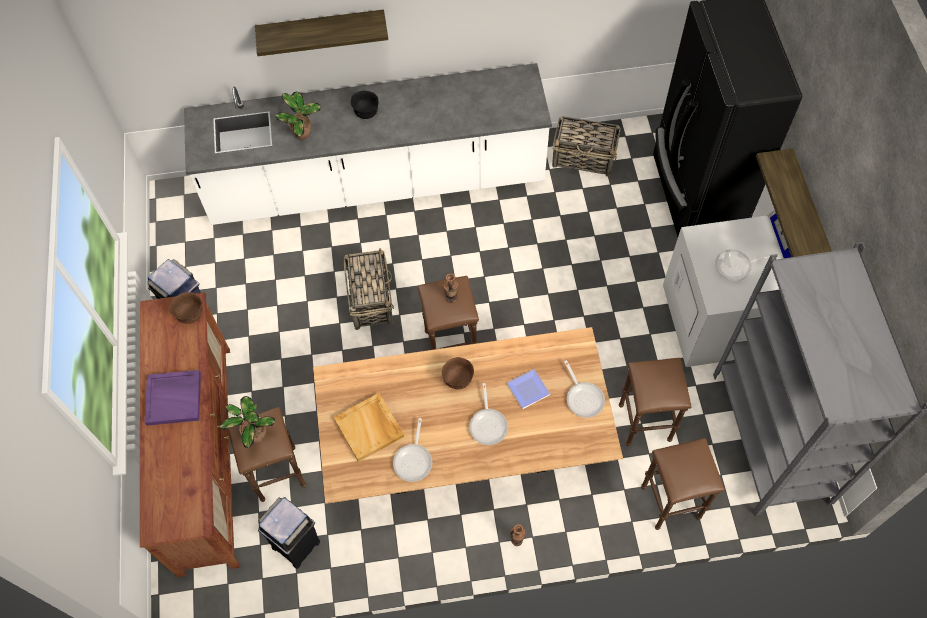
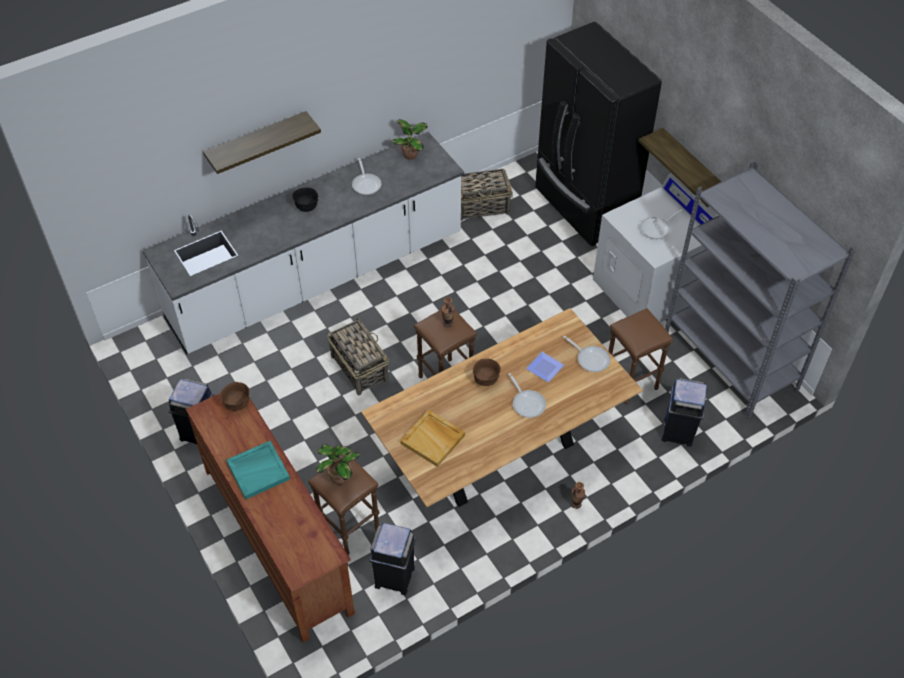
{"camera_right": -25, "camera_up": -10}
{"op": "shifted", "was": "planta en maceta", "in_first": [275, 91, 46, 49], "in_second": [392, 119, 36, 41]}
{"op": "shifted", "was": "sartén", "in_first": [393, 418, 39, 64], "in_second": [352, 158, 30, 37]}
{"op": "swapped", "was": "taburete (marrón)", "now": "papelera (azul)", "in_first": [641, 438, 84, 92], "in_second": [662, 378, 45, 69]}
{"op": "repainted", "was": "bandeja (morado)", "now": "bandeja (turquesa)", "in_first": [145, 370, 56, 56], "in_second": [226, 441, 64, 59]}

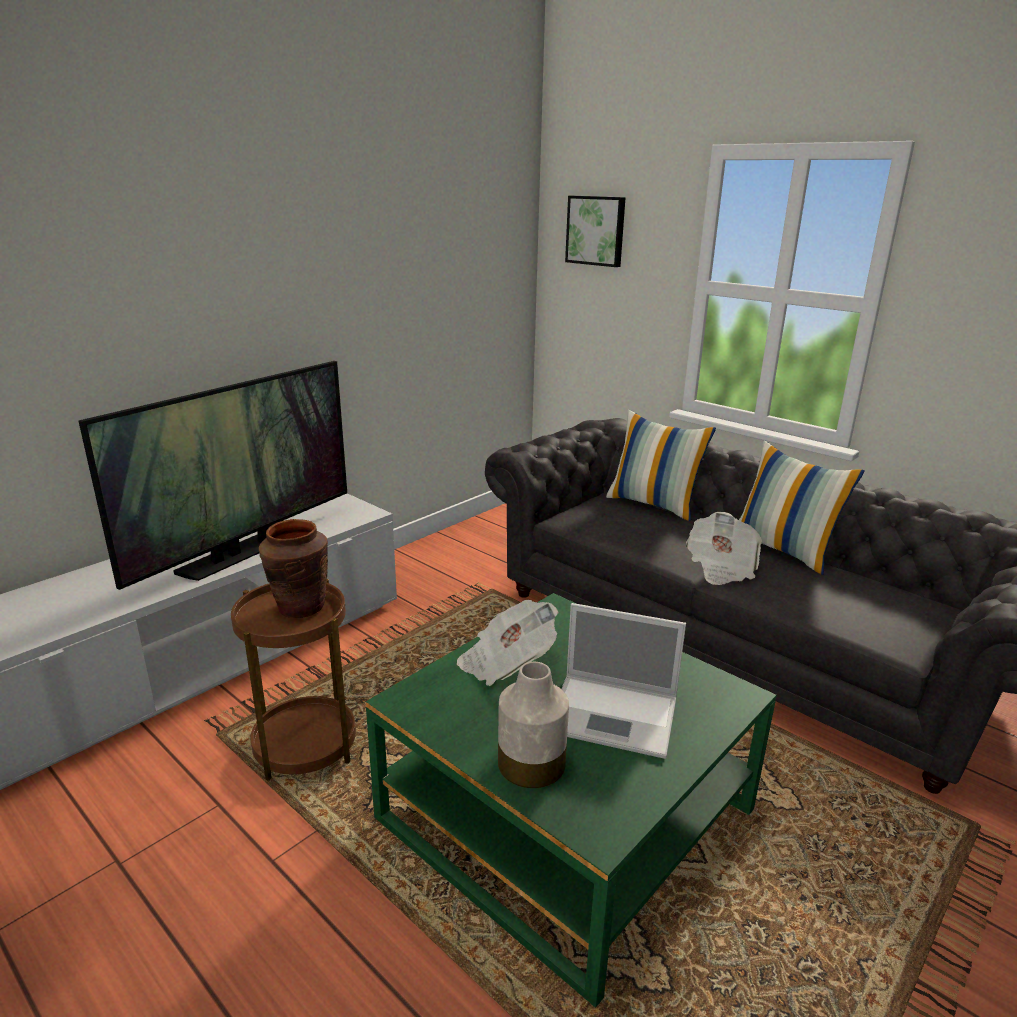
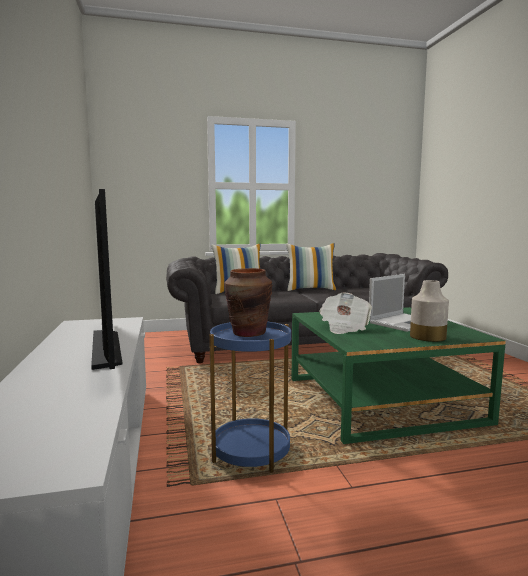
{"camera_right": -55, "camera_up": -15}
{"op": "gone", "was": "cuadro", "in_first": [565, 196, 61, 71]}
{"op": "gone", "was": "periódico", "in_first": [686, 512, 76, 73]}
{"op": "repainted", "was": "mesa auxiliar (marrón)", "now": "mesa auxiliar (azul)", "in_first": [231, 579, 125, 202], "in_second": [209, 322, 82, 151]}

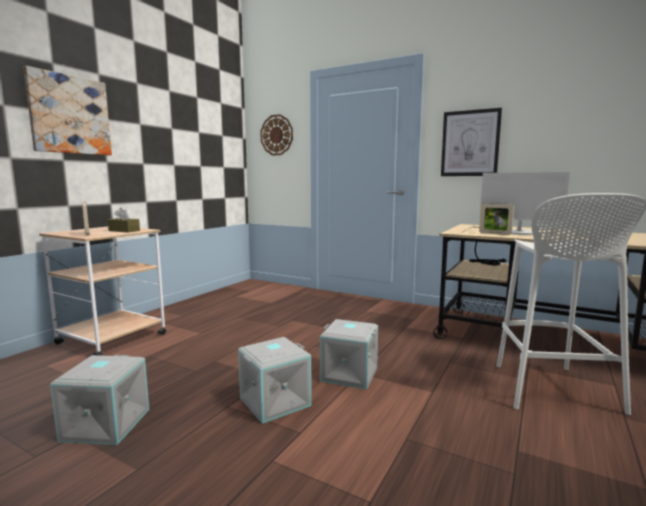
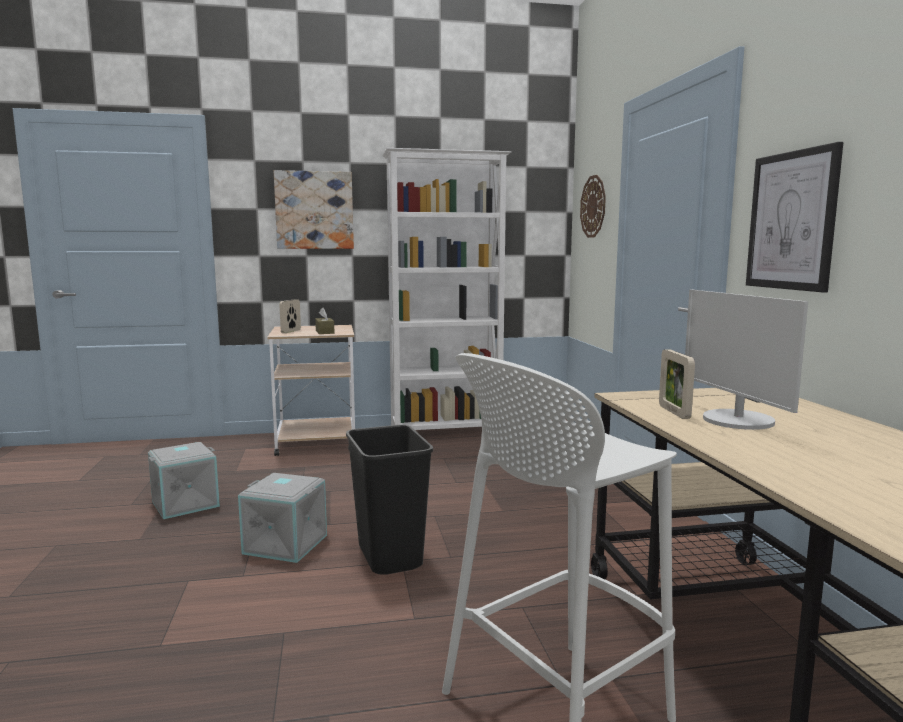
{"camera_right": 50, "camera_up": 0}
{"op": "new", "now": "estantería (blanco)", "in_second": [382, 148, 129, 282]}
{"op": "swapped", "was": "caja de almacenaje (gris)", "now": "papelera (negro)", "in_first": [320, 319, 58, 71], "in_second": [346, 425, 87, 150]}

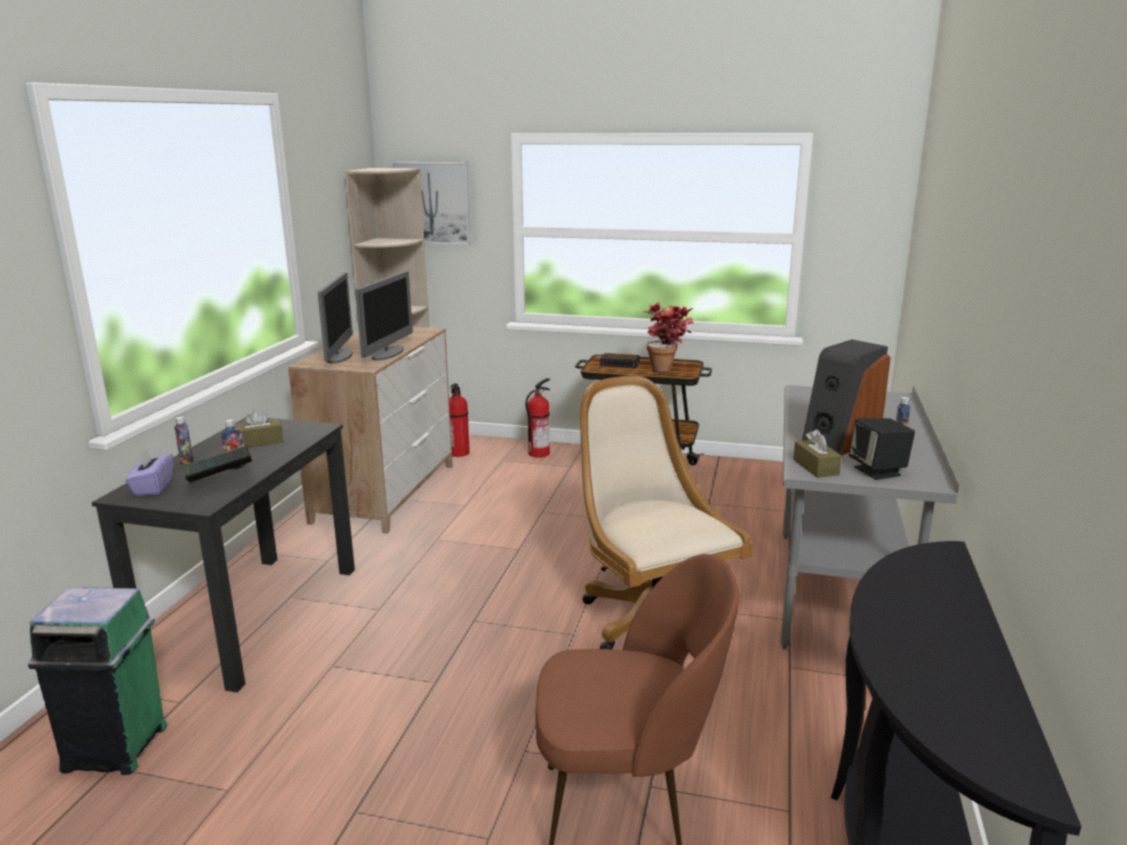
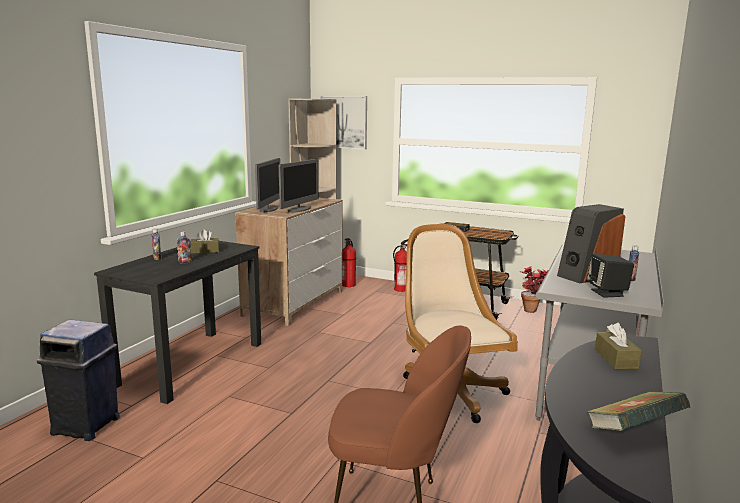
{"camera_right": 10, "camera_up": -5}
{"op": "gone", "was": "caja de pañuelos (morado)", "in_first": [125, 448, 49, 48]}
{"op": "shifted", "was": "libro", "in_first": [181, 446, 71, 37], "in_second": [586, 392, 104, 39]}
{"op": "shifted", "was": "planta en maceta", "in_first": [642, 301, 51, 72], "in_second": [520, 266, 28, 47]}
{"op": "shifted", "was": "caja de pañuelos (marrón)", "in_first": [793, 429, 49, 49], "in_second": [595, 323, 47, 46]}
{"op": "repainted", "was": "papelera (verde)", "now": "papelera (azul)", "in_first": [28, 587, 139, 188], "in_second": [37, 319, 83, 122]}

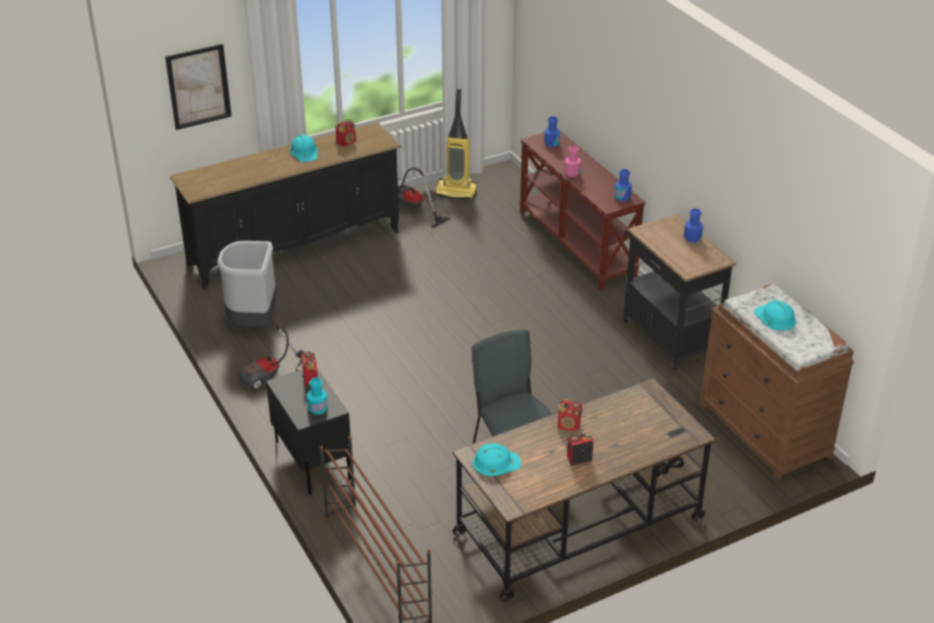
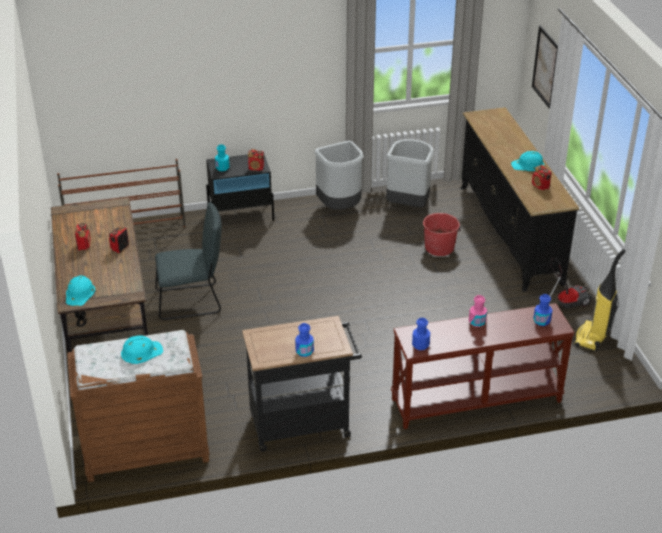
{"camera_right": 105, "camera_up": 0}
{"op": "new", "now": "cubo (rojo)", "in_second": [423, 213, 38, 43]}
{"op": "shifted", "was": "casco (turquesa)", "in_first": [473, 443, 48, 33], "in_second": [66, 276, 30, 30]}
{"op": "swapped", "was": "aspiradora", "now": "papelera (gris)", "in_first": [238, 324, 67, 67], "in_second": [314, 141, 50, 69]}

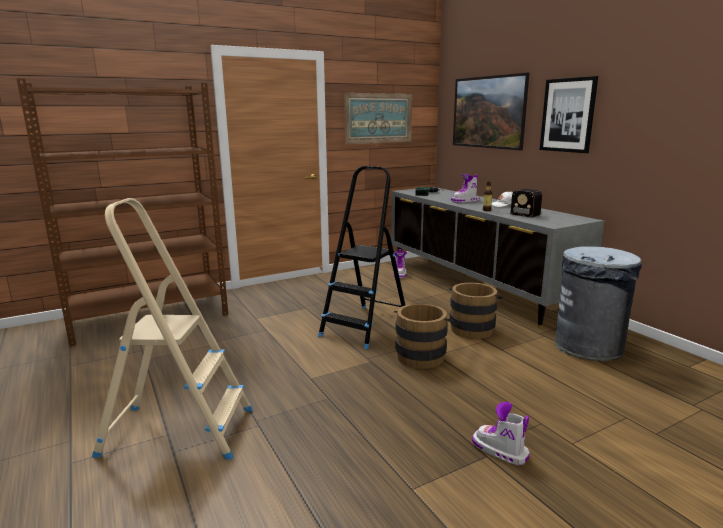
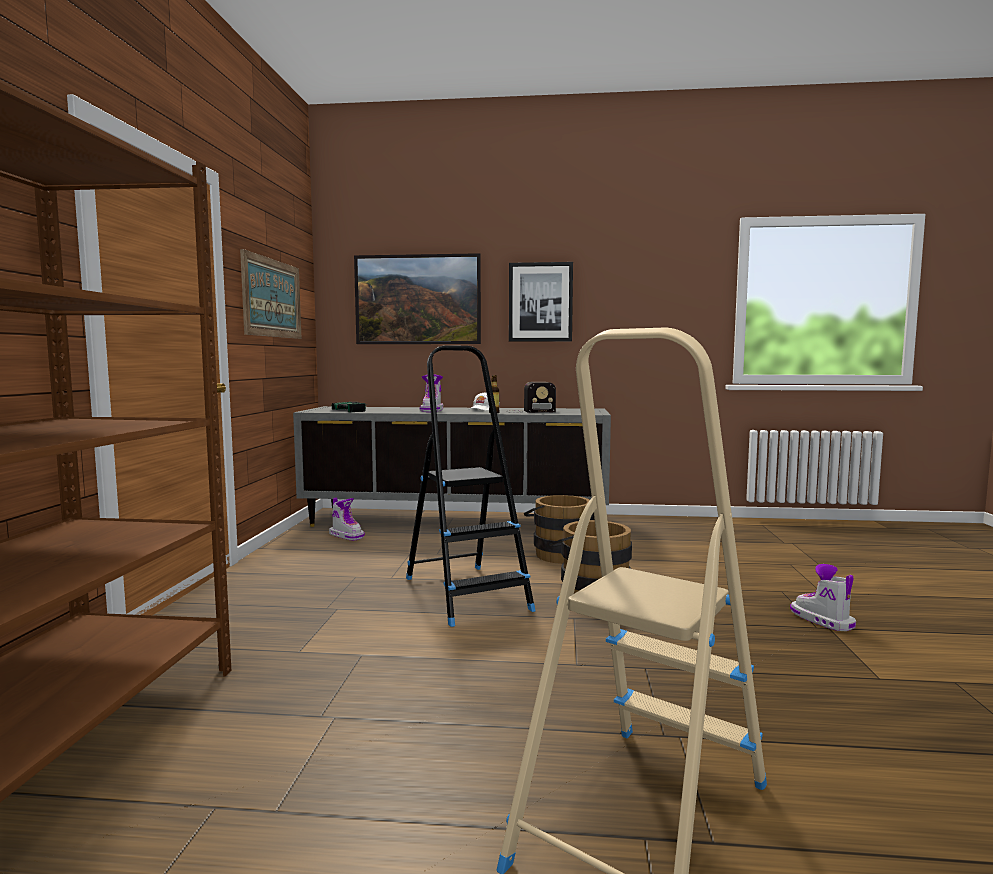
{"camera_right": -55, "camera_up": -10}
{"op": "gone", "was": "papelera (gris)", "in_first": [555, 246, 87, 115]}
{"op": "rotated", "was": "bota", "in_first": [472, 402, 58, 63], "in_second": [790, 564, 66, 67], "clockwise": 75}

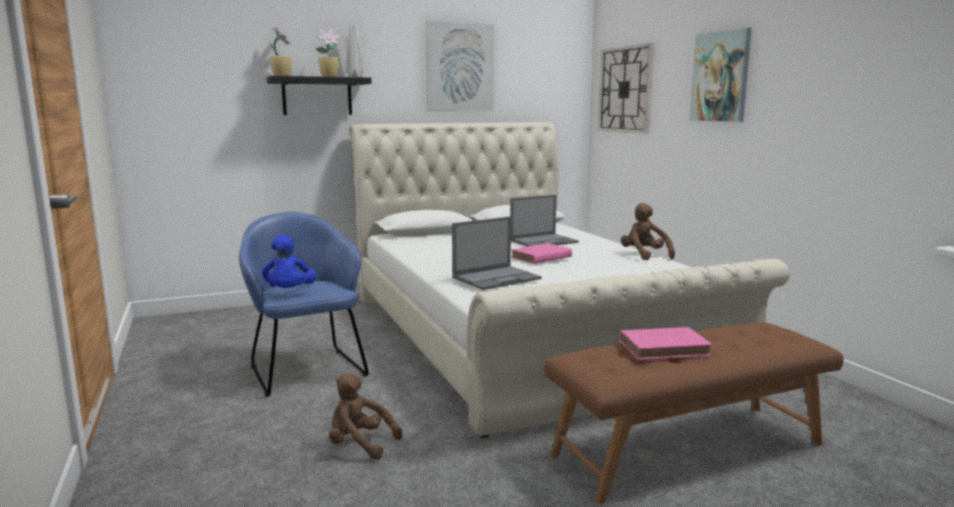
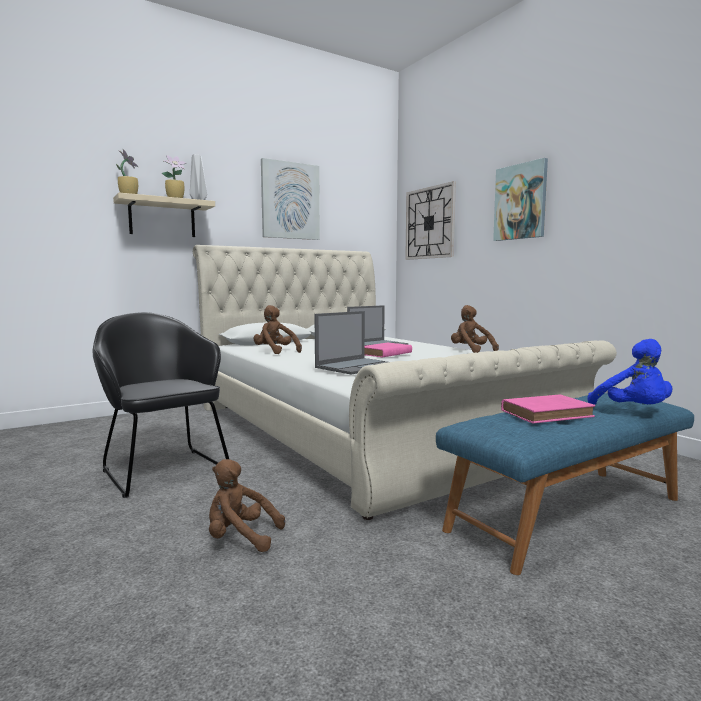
{"camera_right": -10, "camera_up": -5}
{"op": "new", "now": "peluche (marrón)", "in_second": [253, 305, 49, 49]}
{"op": "shifted", "was": "peluche (azul)", "in_first": [262, 235, 54, 53], "in_second": [588, 339, 84, 66]}
{"op": "repainted", "was": "sillón (azul)", "now": "sillón (negro)", "in_first": [239, 212, 130, 185], "in_second": [93, 312, 136, 186]}
{"op": "repainted", "was": "estante (negro)", "now": "estante (beis)", "in_first": [267, 76, 105, 39], "in_second": [113, 192, 102, 45]}
{"op": "repainted", "was": "banco (marrón)", "now": "banco (azul)", "in_first": [544, 322, 300, 182], "in_second": [436, 393, 258, 182]}

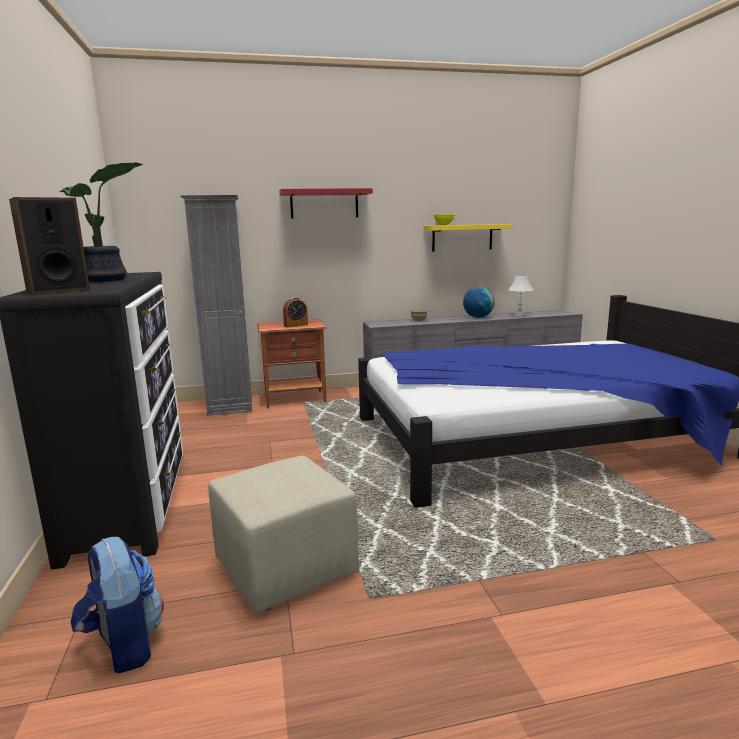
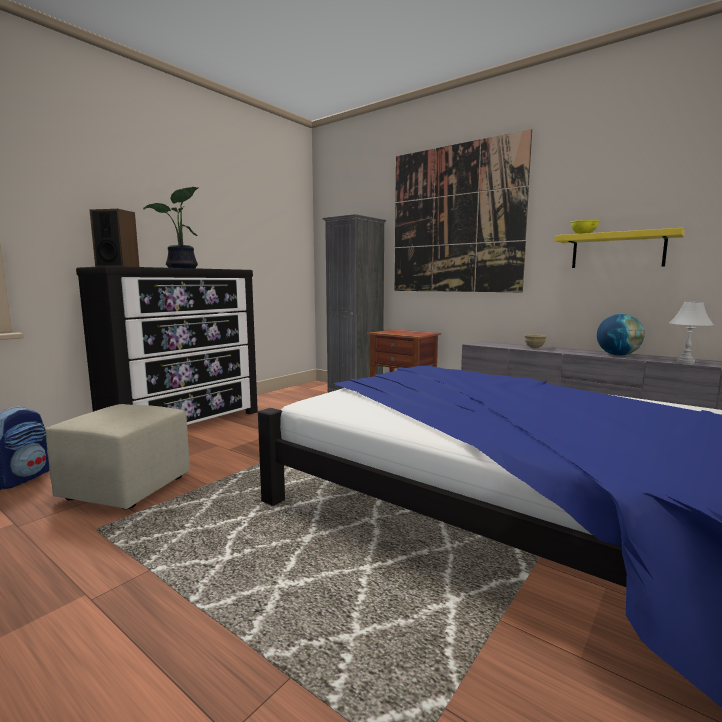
{"camera_right": 50, "camera_up": -5}
{"op": "gone", "was": "despertador", "in_first": [283, 297, 25, 31]}
{"op": "swapped", "was": "estante (rojo)", "now": "cuadro", "in_first": [279, 188, 94, 31], "in_second": [395, 129, 137, 163]}

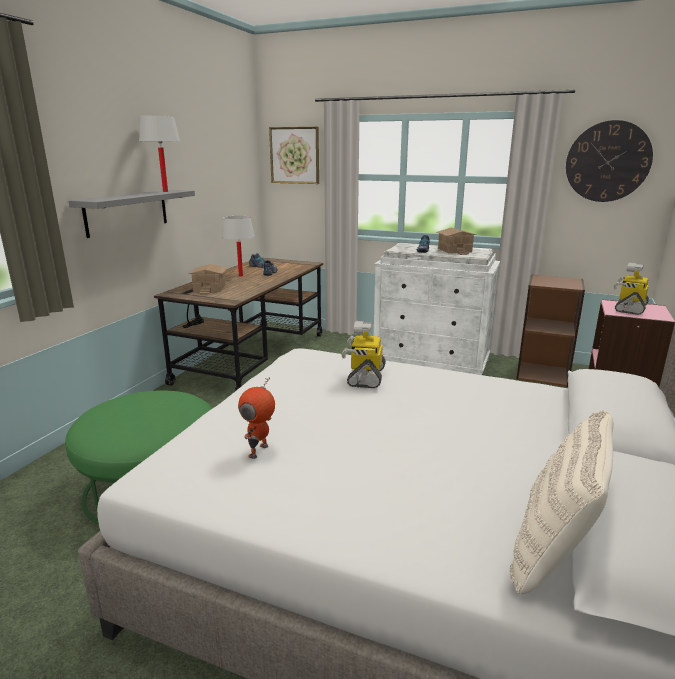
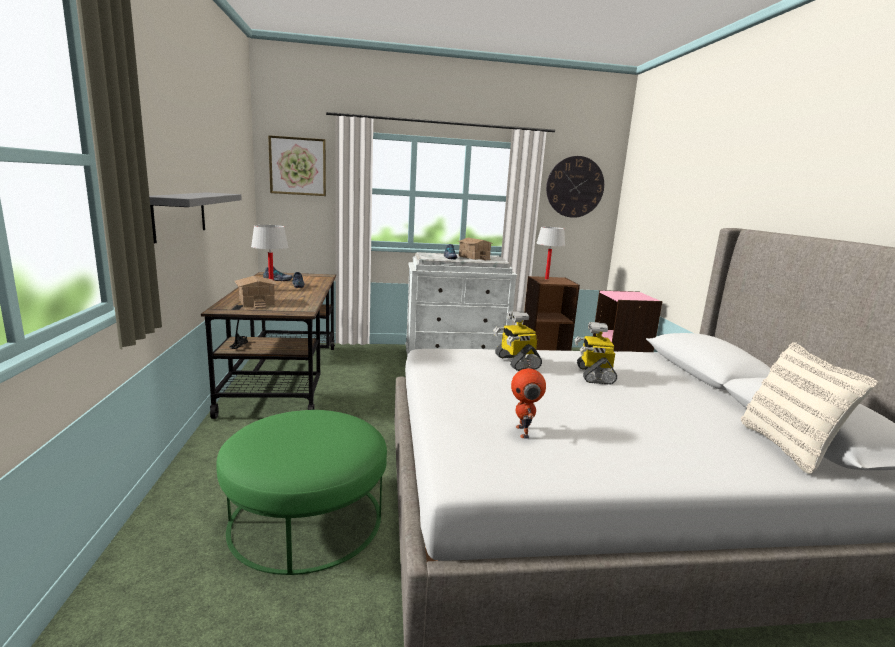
{"camera_right": -30, "camera_up": -5}
{"op": "shifted", "was": "lámpara de mesa (blanco)", "in_first": [139, 115, 41, 77], "in_second": [536, 227, 29, 53]}
{"op": "shifted", "was": "robot de juguete", "in_first": [614, 263, 35, 52], "in_second": [575, 322, 42, 63]}

